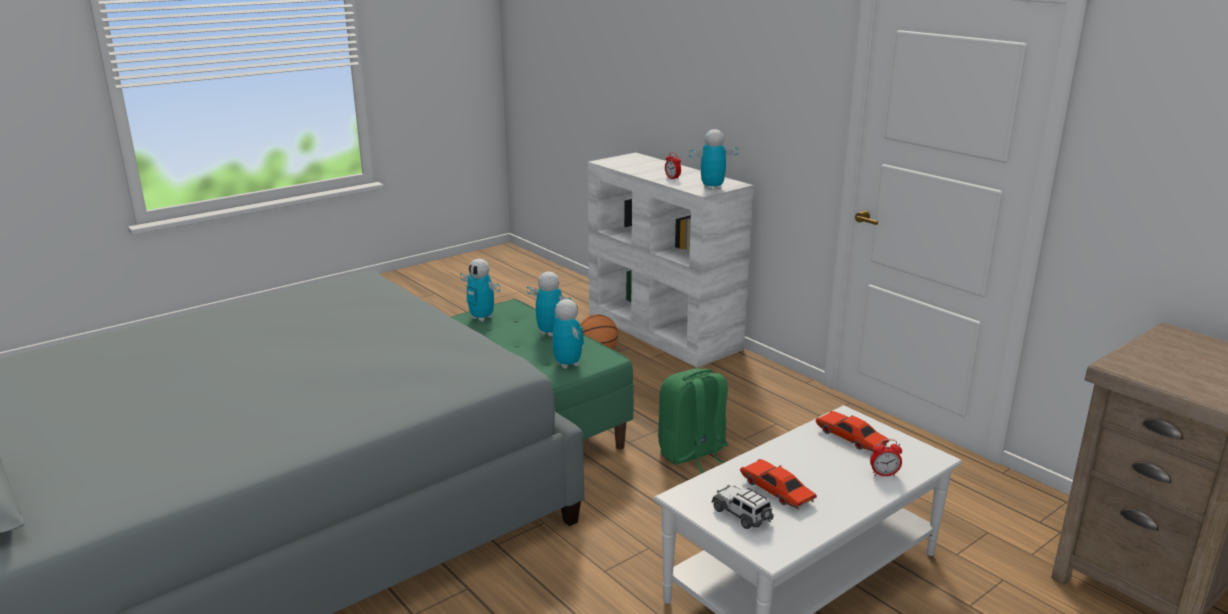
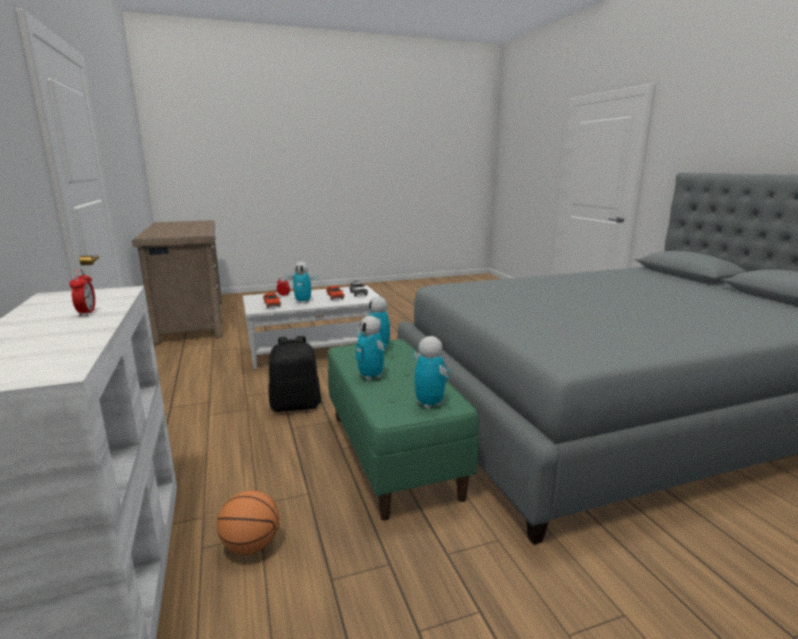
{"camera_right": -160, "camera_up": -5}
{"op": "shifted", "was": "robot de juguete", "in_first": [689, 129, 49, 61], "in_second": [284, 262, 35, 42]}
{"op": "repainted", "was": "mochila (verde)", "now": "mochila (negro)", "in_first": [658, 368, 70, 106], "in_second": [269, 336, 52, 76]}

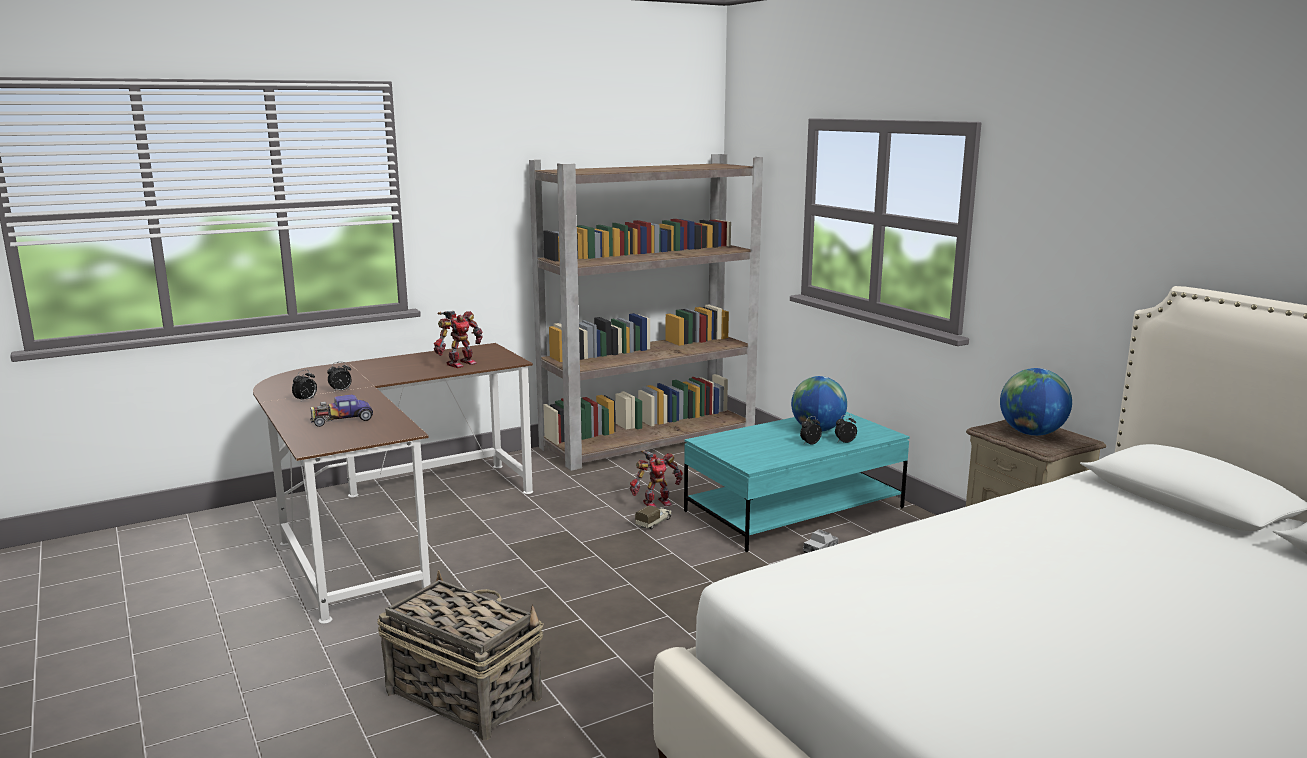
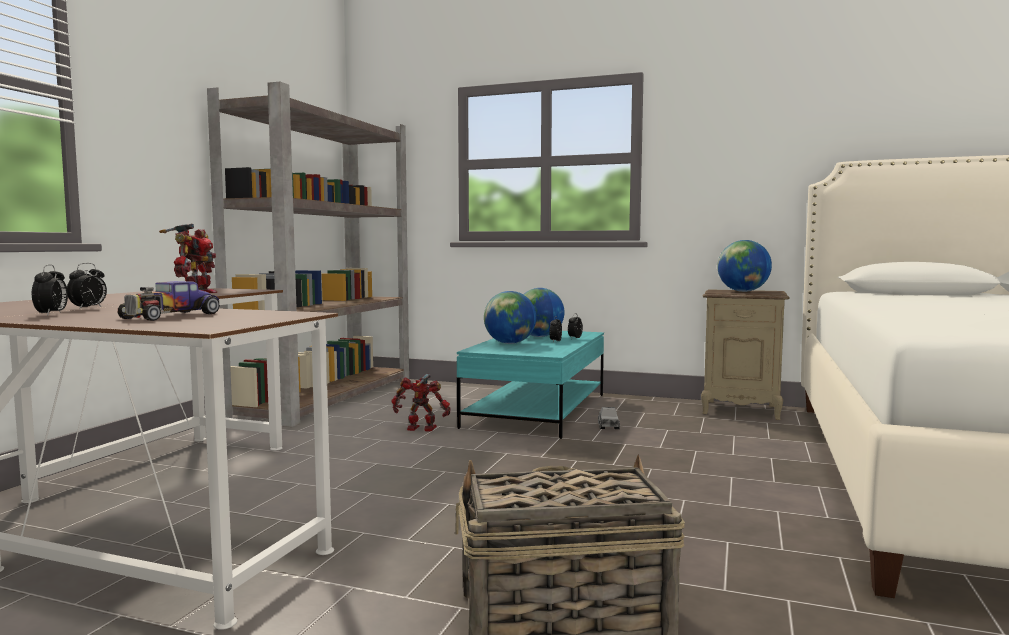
{"camera_right": -40, "camera_up": -10}
{"op": "gone", "was": "camión de juguete", "in_first": [635, 506, 37, 23]}
{"op": "new", "now": "globo terráqueo", "in_second": [484, 291, 52, 53]}
{"op": "rotated", "was": "robot de juguete", "in_first": [630, 450, 53, 57], "in_second": [391, 374, 60, 58], "clockwise": -105}

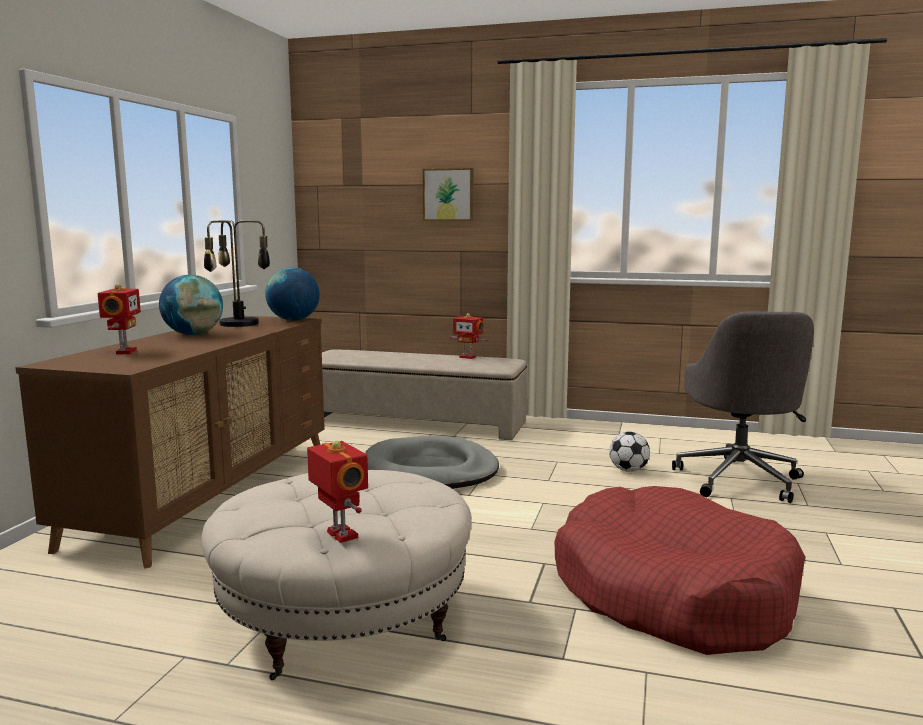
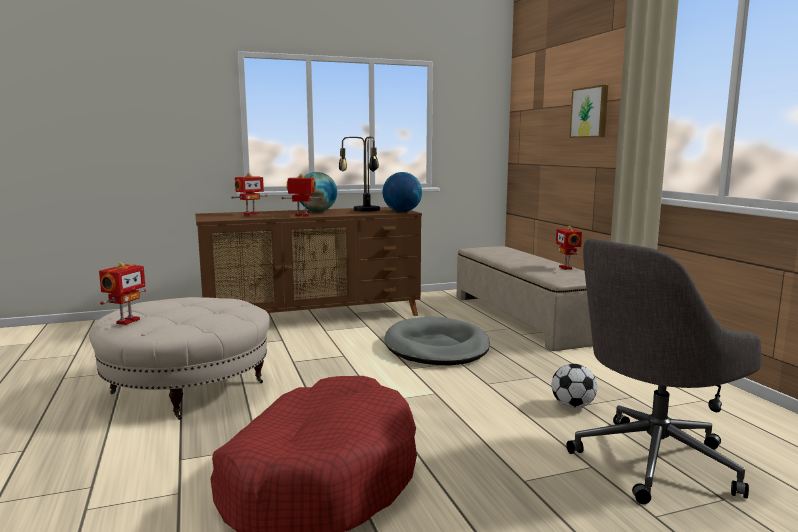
{"camera_right": 55, "camera_up": 0}
{"op": "new", "now": "robot de juguete", "in_second": [282, 174, 40, 42]}

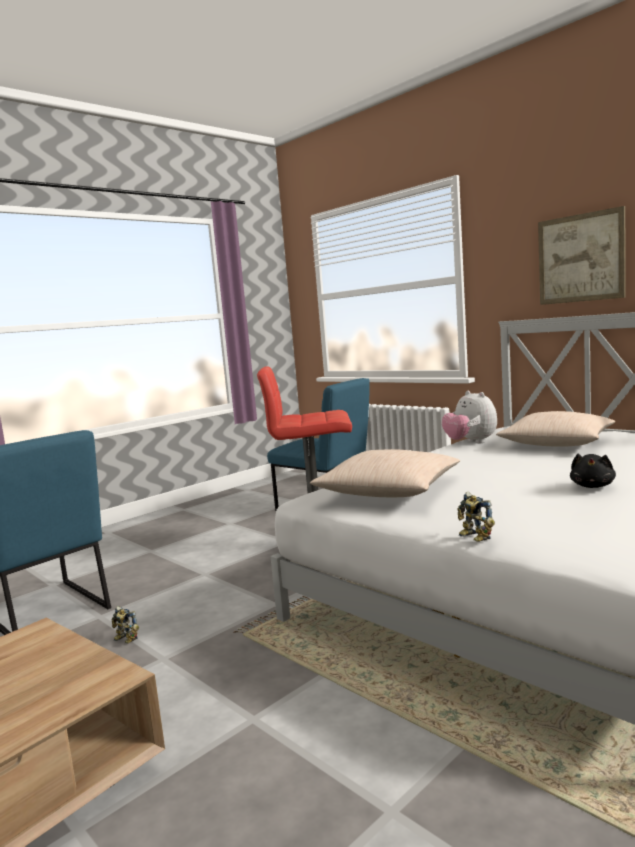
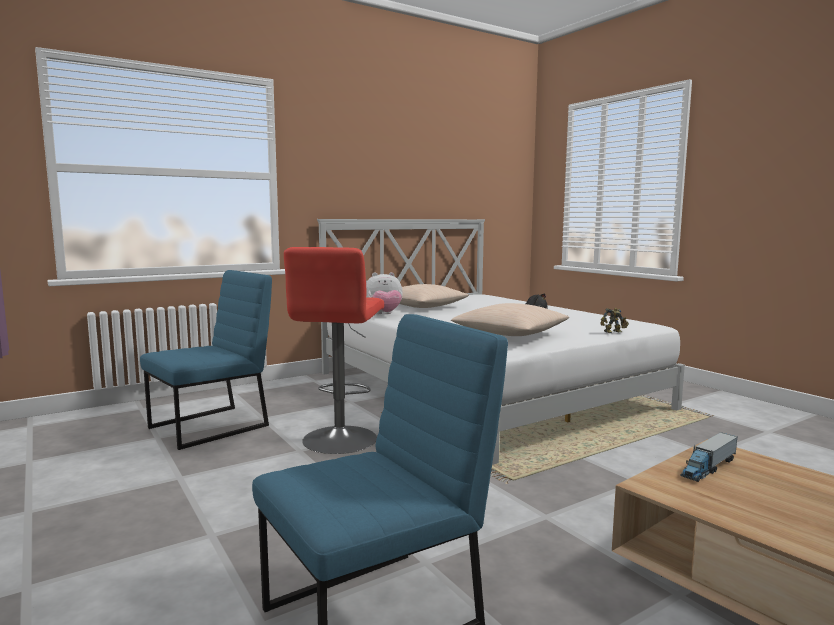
{"camera_right": -80, "camera_up": 0}
{"op": "gone", "was": "robot de juguete", "in_first": [112, 606, 27, 38]}
{"op": "gone", "was": "cuadro", "in_first": [538, 206, 88, 99]}
{"op": "new", "now": "camión de juguete", "in_second": [681, 432, 56, 50]}

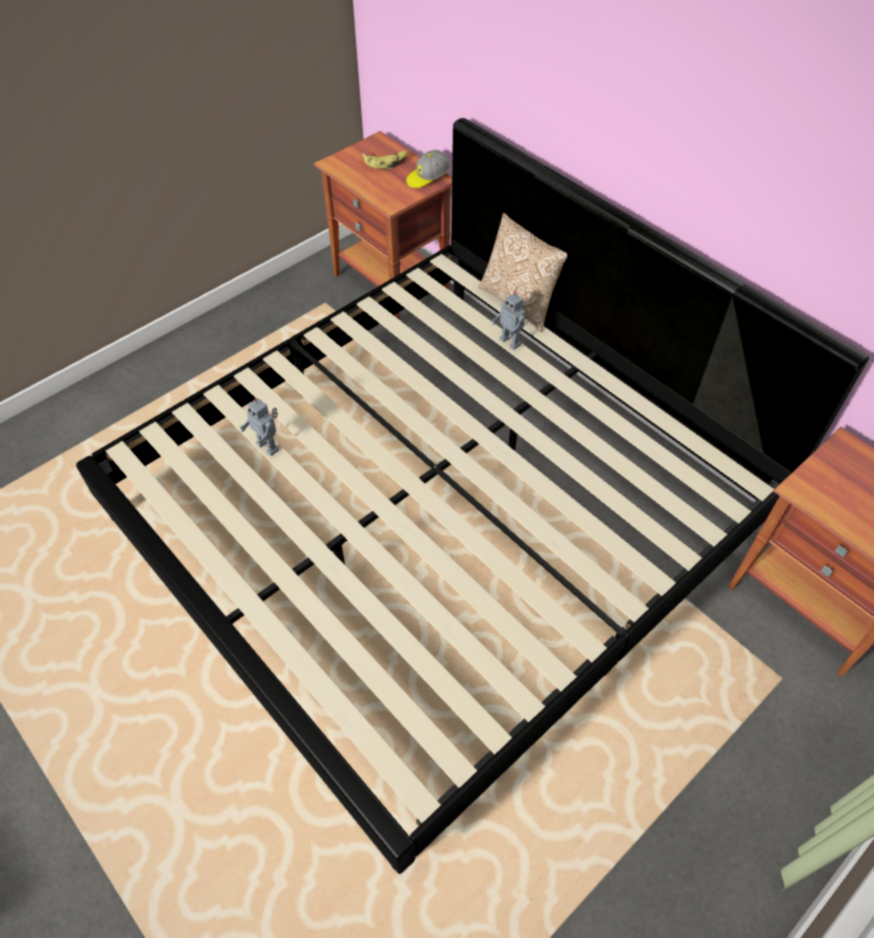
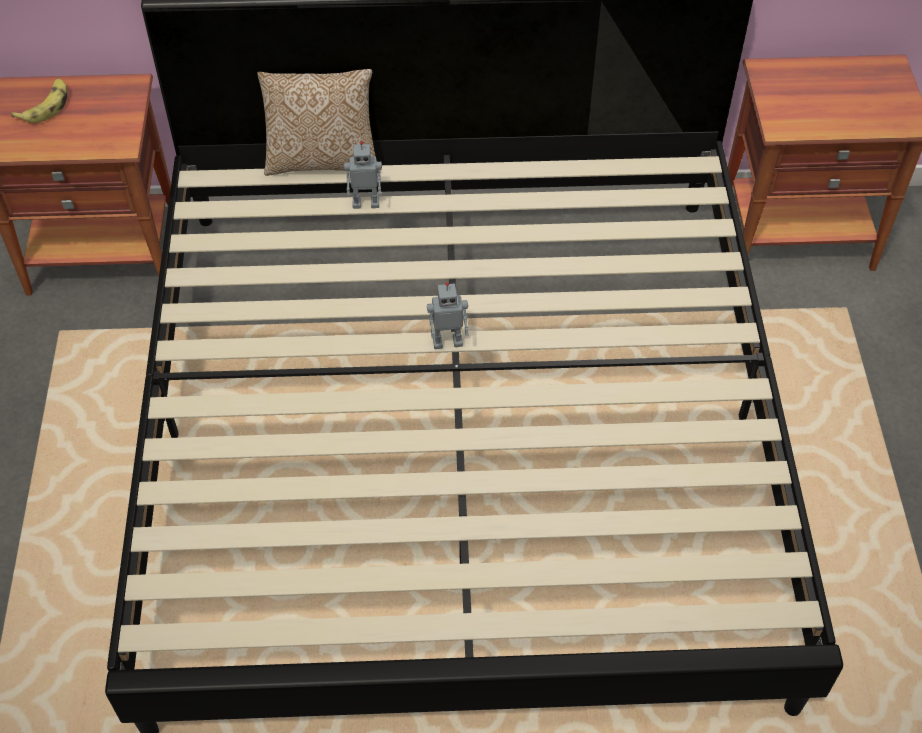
{"camera_right": -50, "camera_up": 0}
{"op": "gone", "was": "gorra", "in_first": [406, 150, 44, 38]}
{"op": "shifted", "was": "robot de juguete", "in_first": [239, 398, 40, 58], "in_second": [427, 282, 42, 67]}

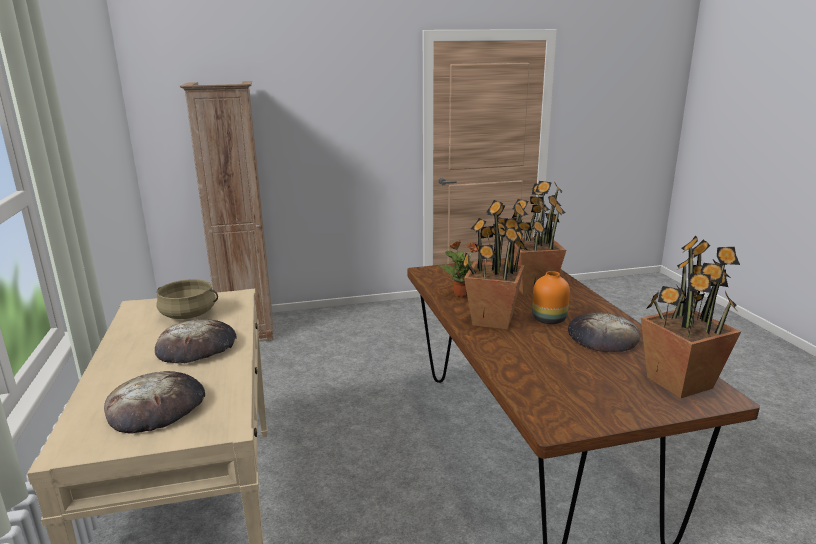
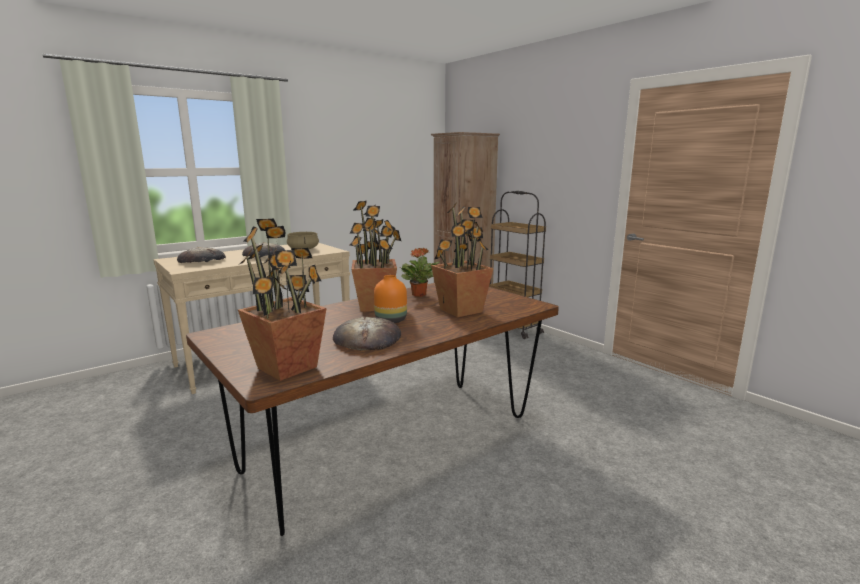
{"camera_right": 65, "camera_up": -5}
{"op": "new", "now": "carrito (marrón)", "in_second": [489, 191, 57, 148]}

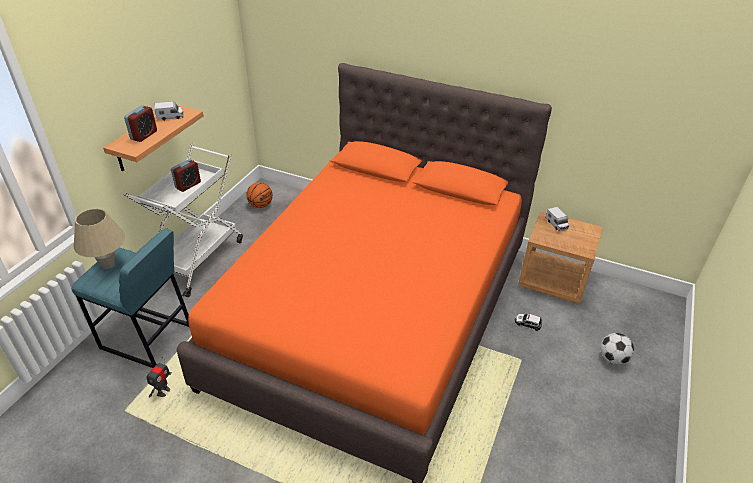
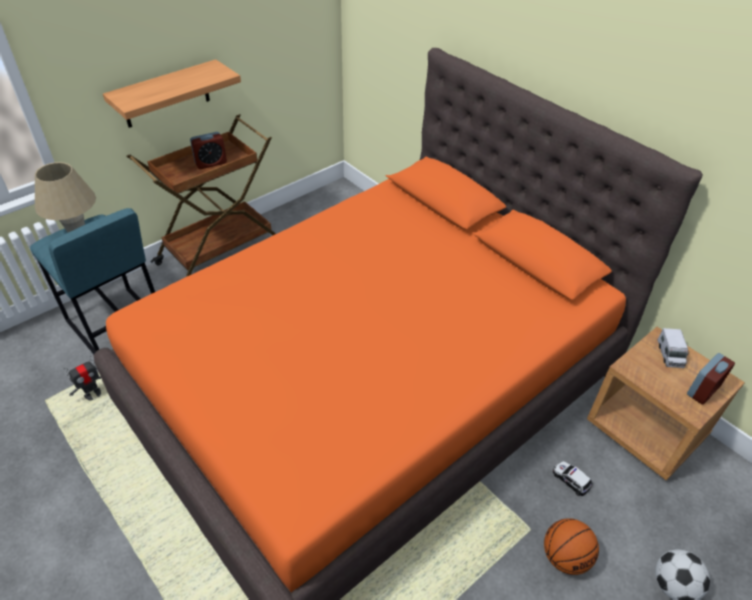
{"camera_right": 25, "camera_up": 5}
{"op": "gone", "was": "camión de juguete", "in_first": [154, 101, 30, 20]}
{"op": "shifted", "was": "despertador", "in_first": [124, 105, 33, 37], "in_second": [687, 353, 48, 51]}
{"op": "shifted", "was": "balón de baloncesto", "in_first": [246, 182, 27, 26], "in_second": [544, 518, 55, 57]}
{"op": "repainted", "was": "carrito (blanco)", "now": "carrito (marrón)", "in_first": [124, 143, 119, 154], "in_second": [126, 114, 150, 163]}

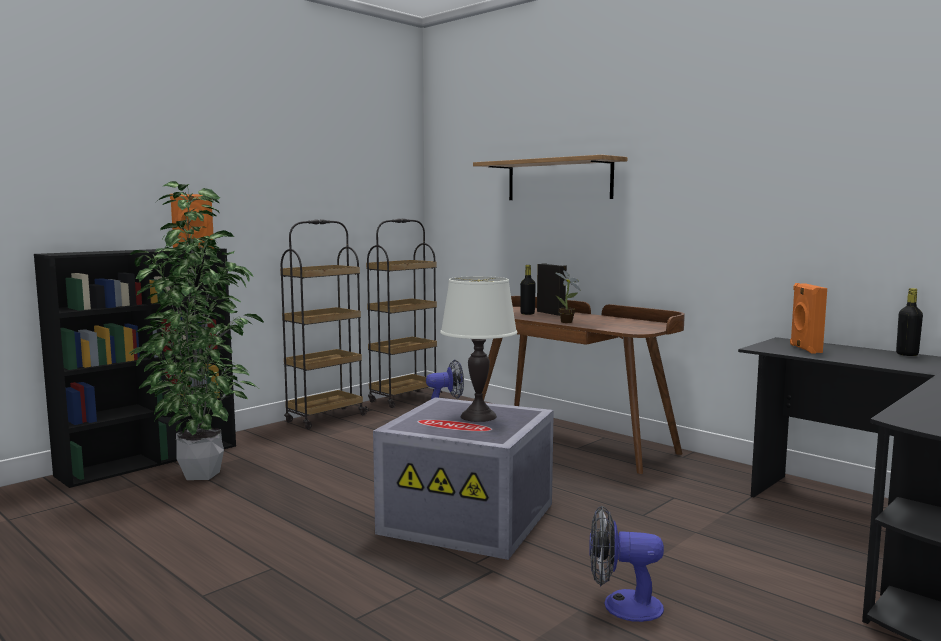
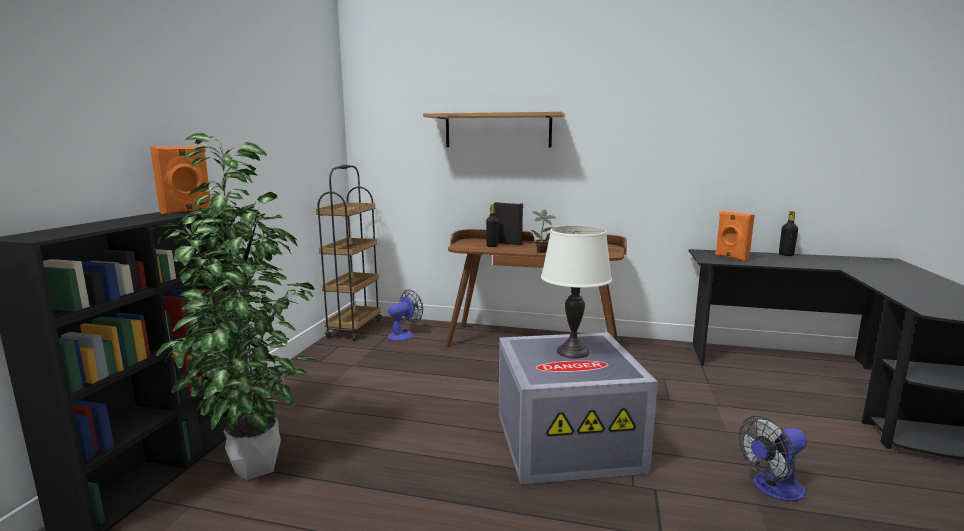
{"camera_right": -30, "camera_up": 5}
{"op": "gone", "was": "carrito (marrón)", "in_first": [280, 219, 89, 210]}

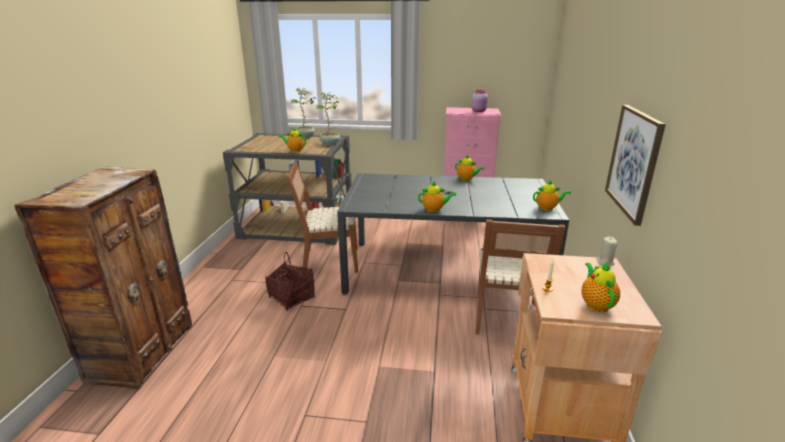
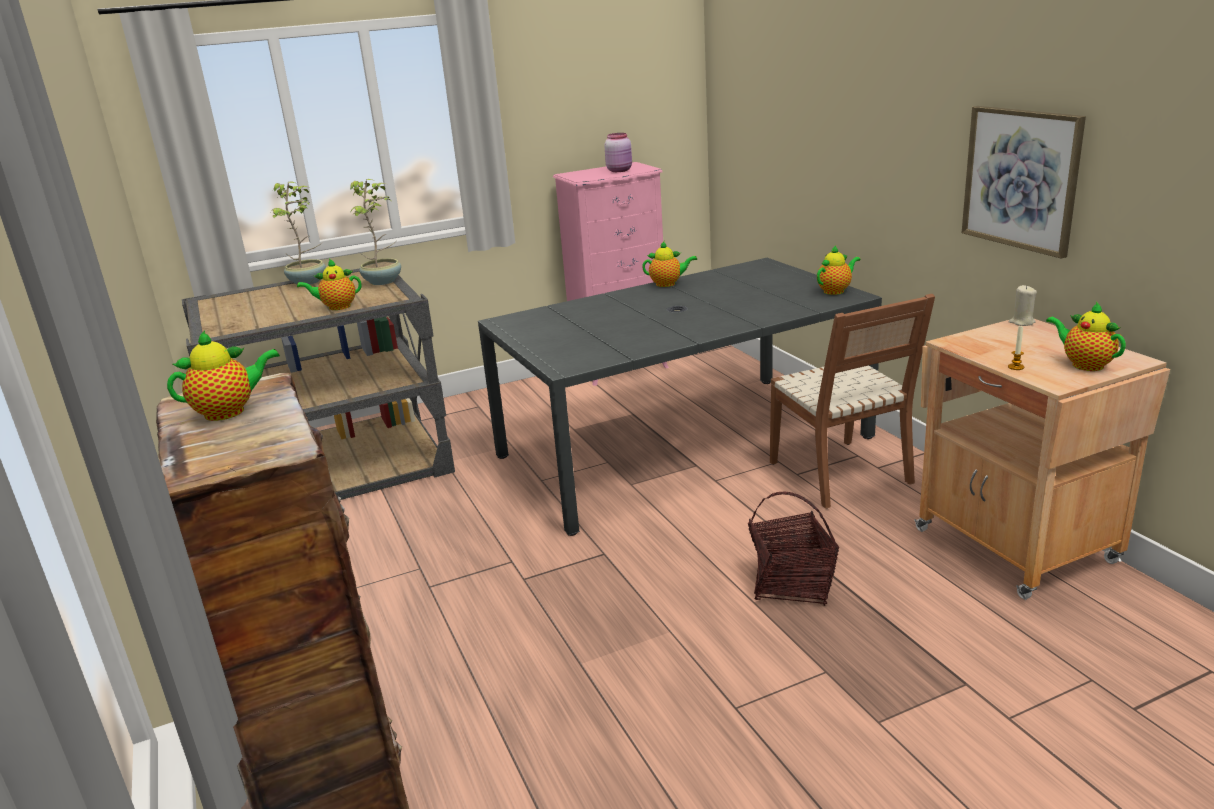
{"camera_right": -30, "camera_up": 0}
{"op": "gone", "was": "silla", "in_first": [287, 160, 71, 114]}
{"op": "shifted", "was": "cesta", "in_first": [265, 252, 50, 58], "in_second": [748, 492, 91, 114]}
{"op": "shifted", "was": "tetera", "in_first": [418, 181, 38, 31], "in_second": [167, 330, 113, 91]}

